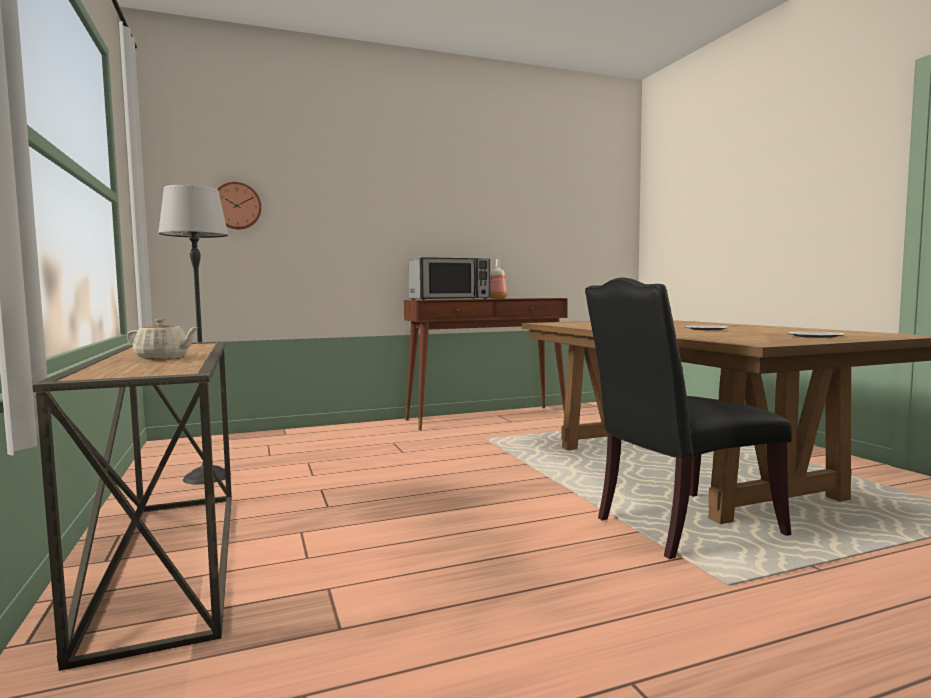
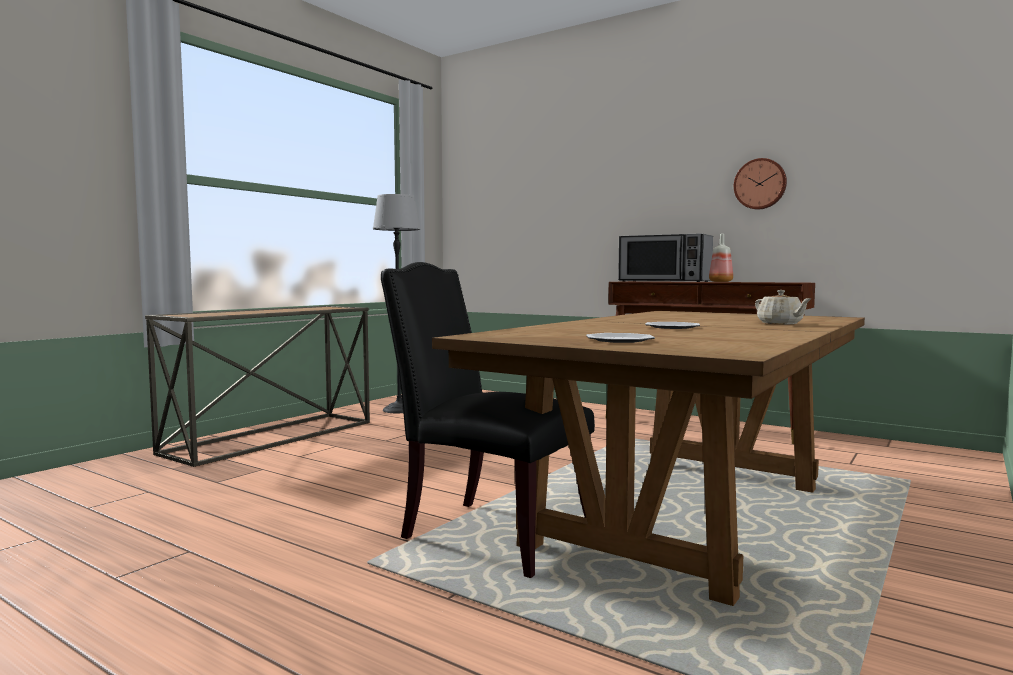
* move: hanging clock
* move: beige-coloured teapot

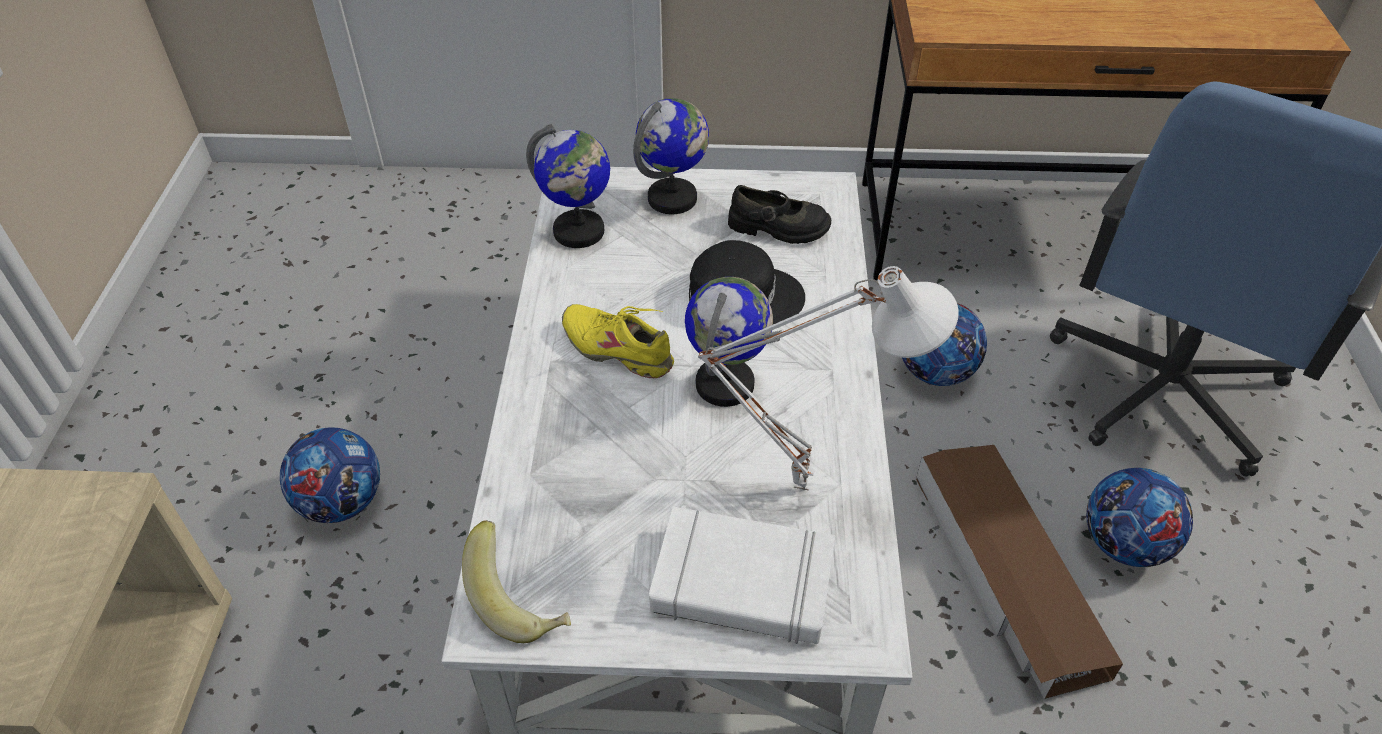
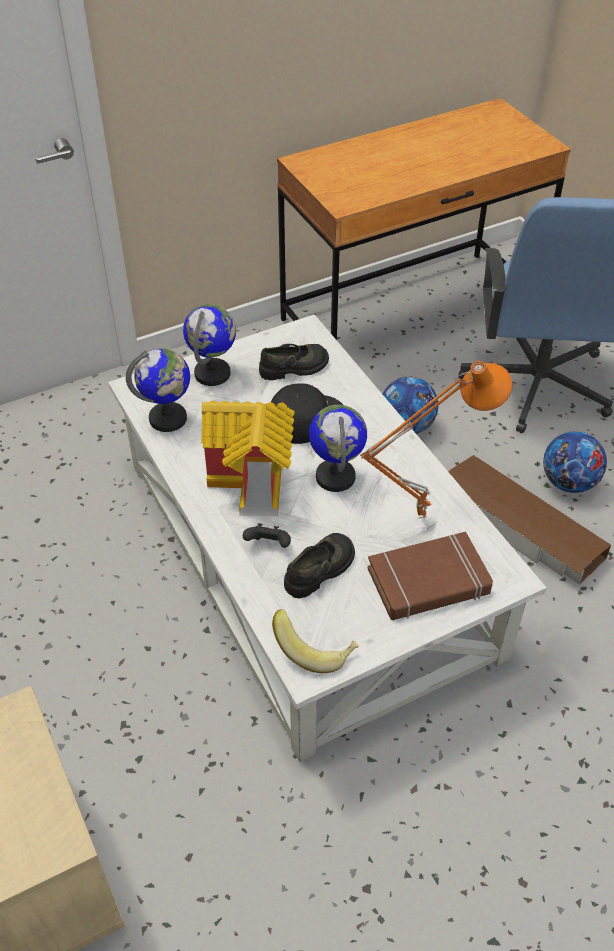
* recolor: whitish lamp for a table to orange lamp for a table
* replace: yellow low shoe to toy house
* delete: football (1st from left)
* recolor: whitish volume to brown-coloured volume
* insert: blackish gamepad
* insert: blackish low shoe (2nd from left)

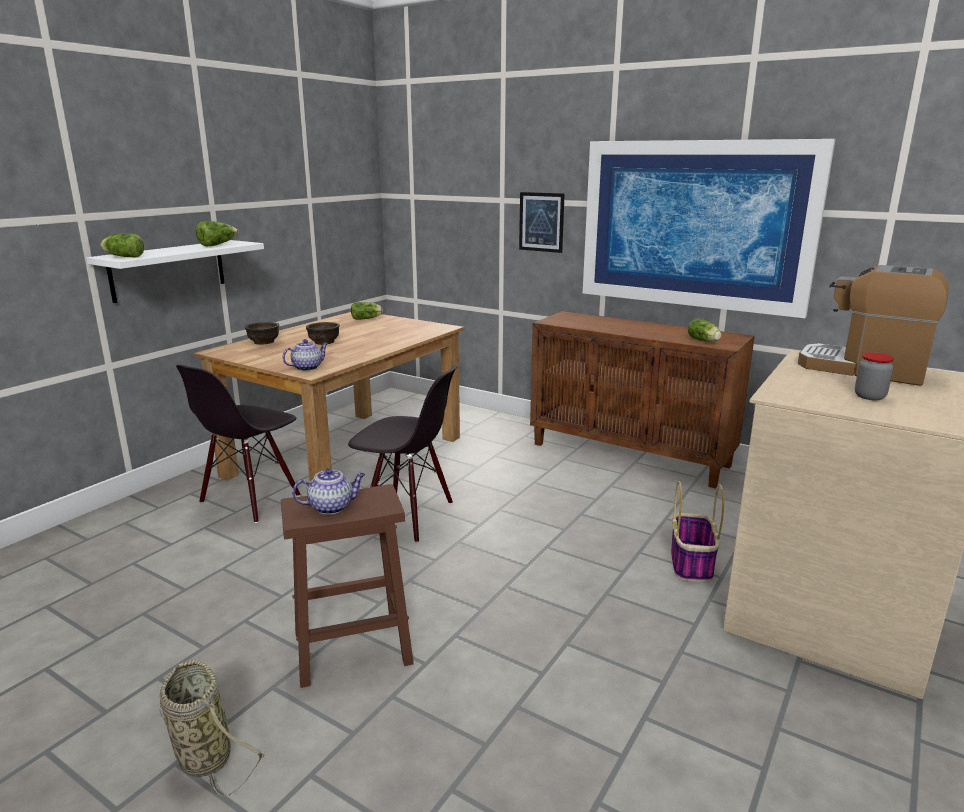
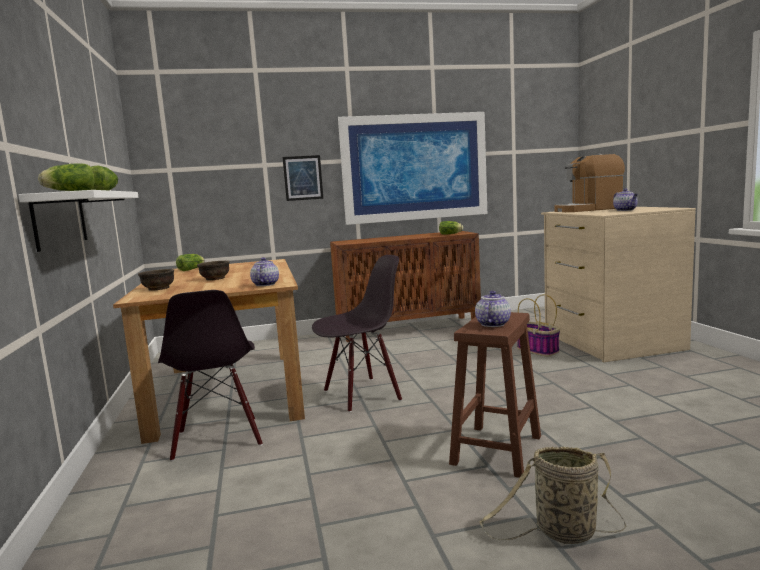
* replace: storage jar to teapot (3rd from left)

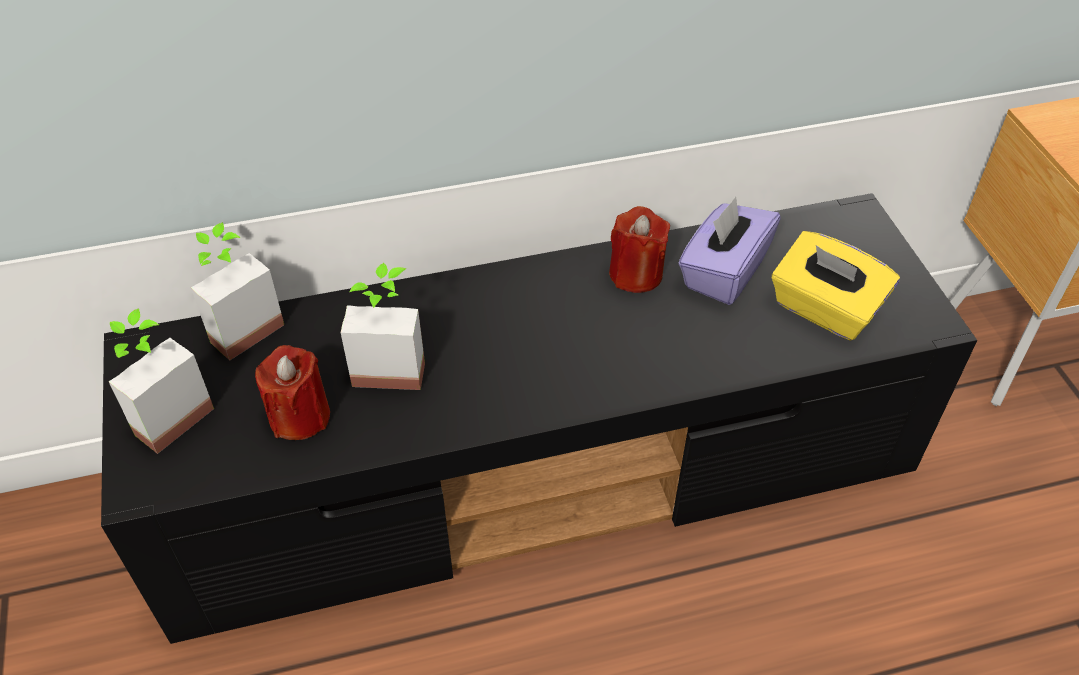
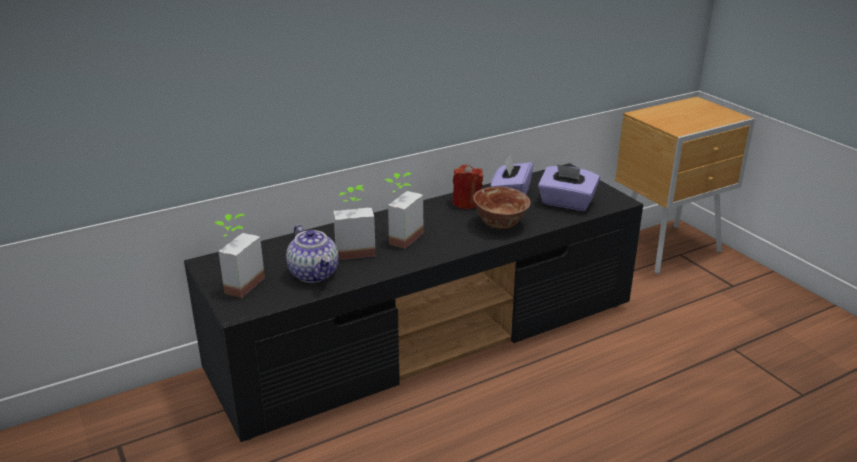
* move: potted plant (2nd from left in the first image) to potted plant (3rd from left)
* recolor: yellow tissue box to purplish tissue box (2nd from left)
* replace: red-coloured wax light (1st from left) to teapot
* insert: bowl

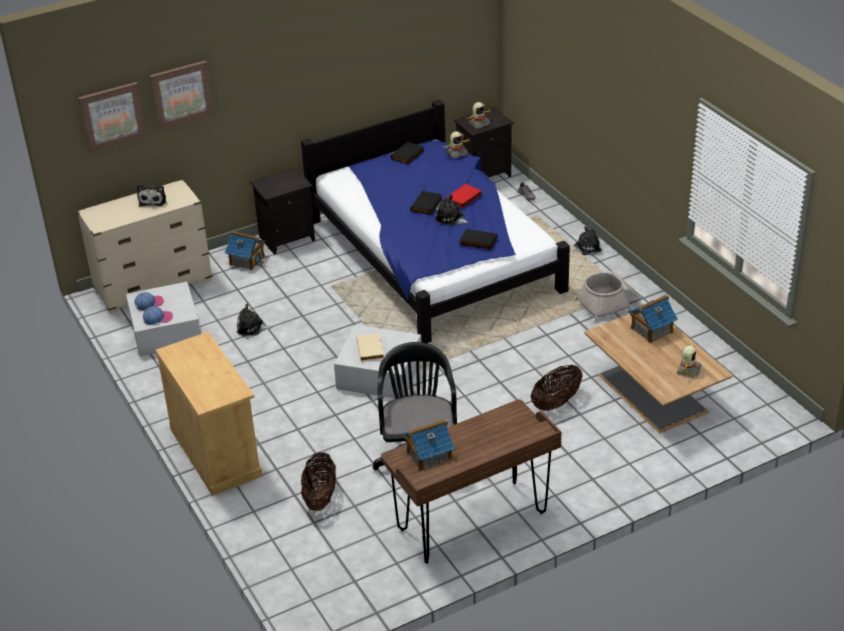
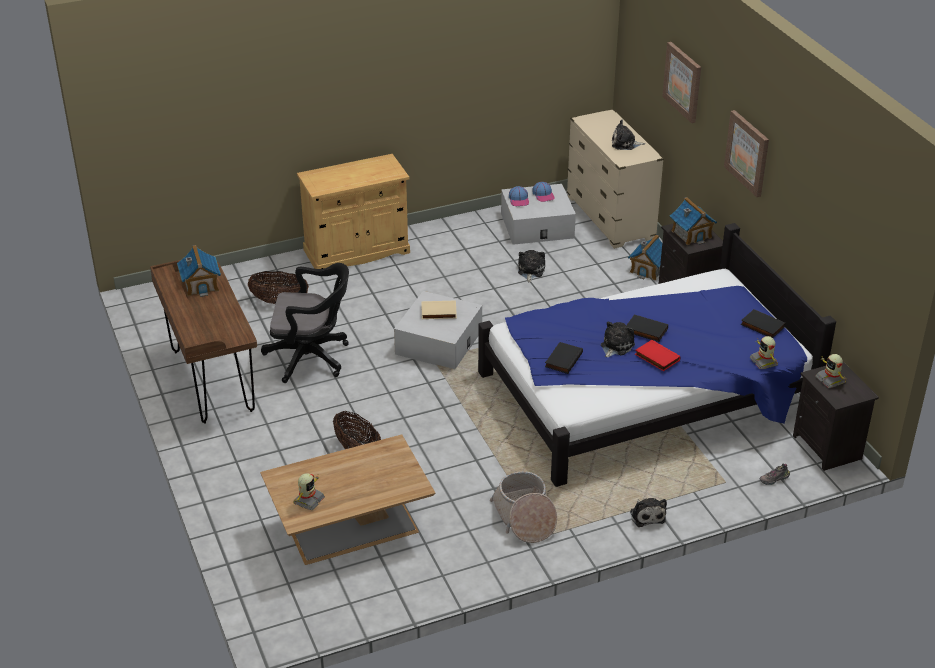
* move: wall picture (1st from left in the first image) to wall picture (2nd from left)
* move: toy house (3rd from left)
* rotate: toy robot (3rd from left in the first image) 90 degrees counterclockwise

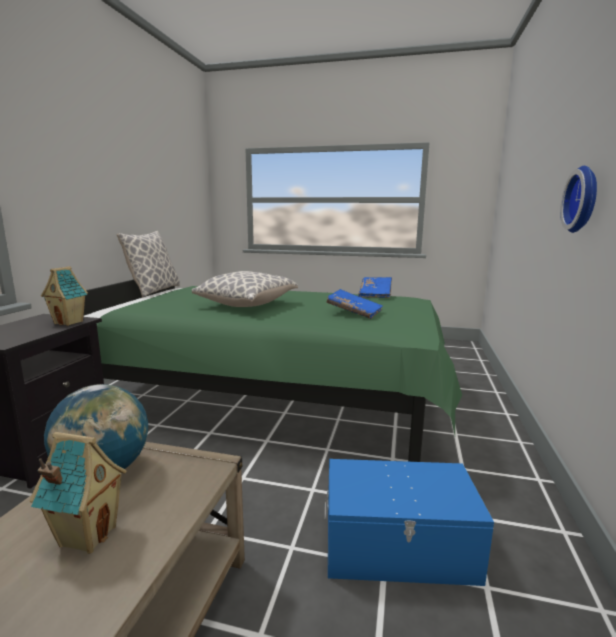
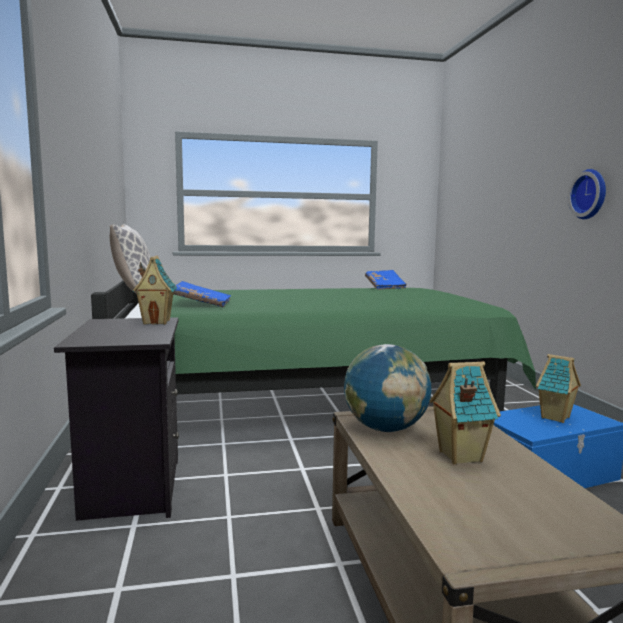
* delete: throw pillow (2nd from left)
* move: blue volume (1st from left)
* insert: toy house (3rd from left)

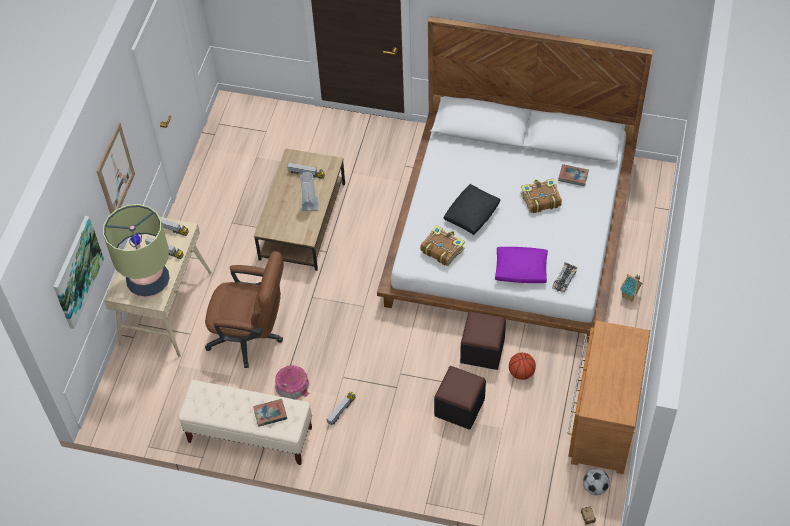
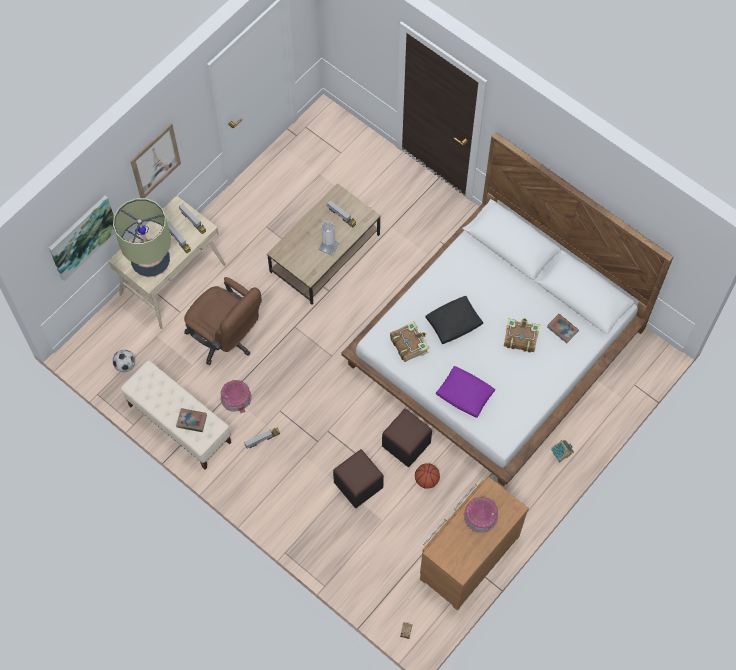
* delete: toy car
* move: football
* insert: toy house (2nd from left)

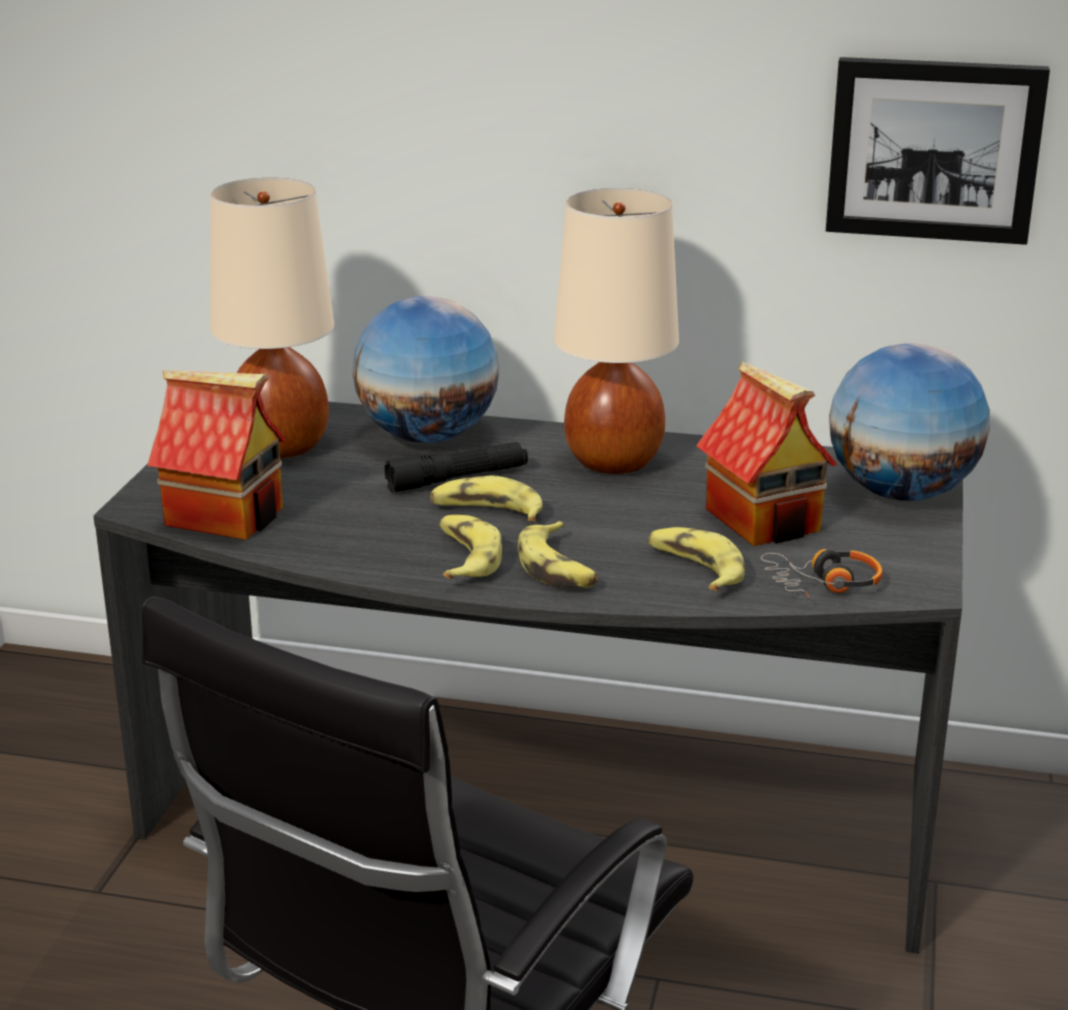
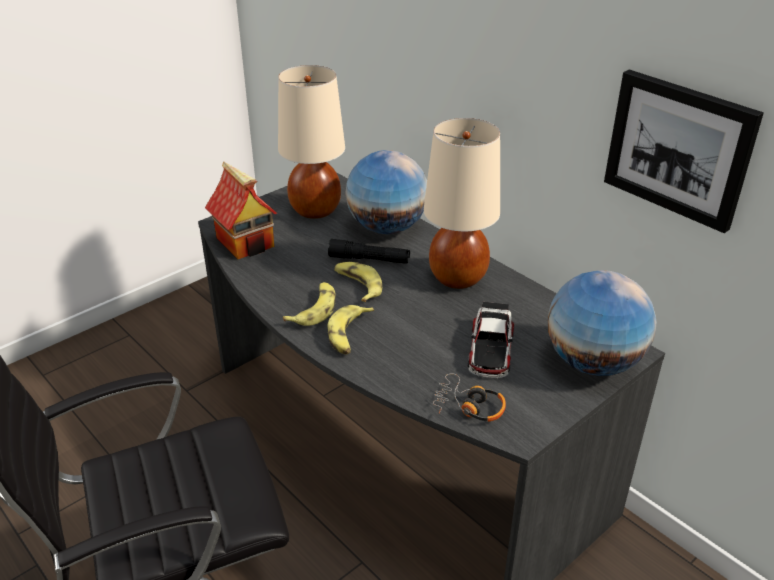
* replace: toy house (2nd from left) to toy car
* delete: banana (4th from left)

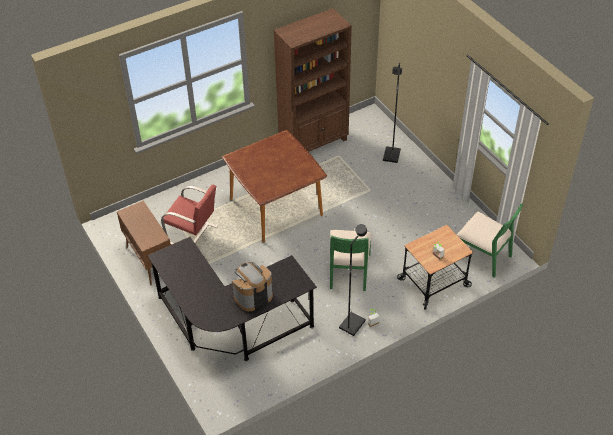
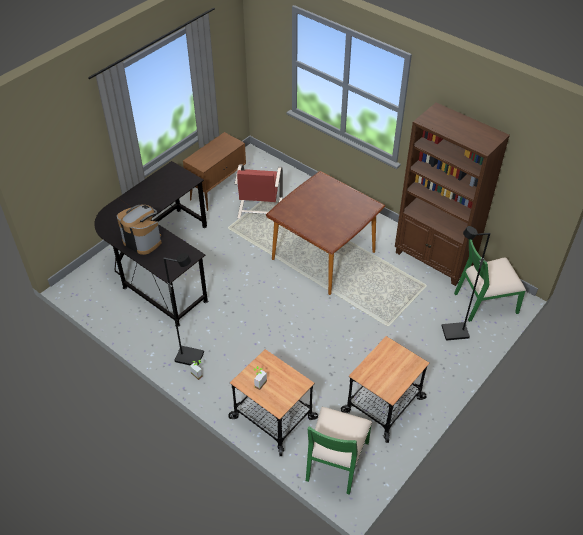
* move: green-coloured plain chair (1st from left in the first image) to green-coloured plain chair (2nd from left)
* insert: trolley (2nd from left)

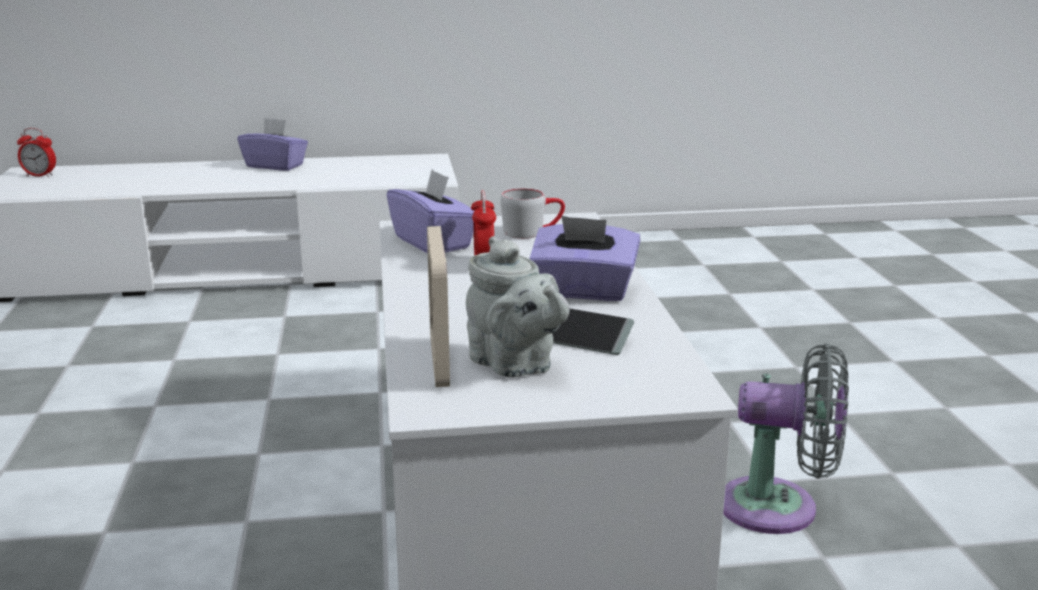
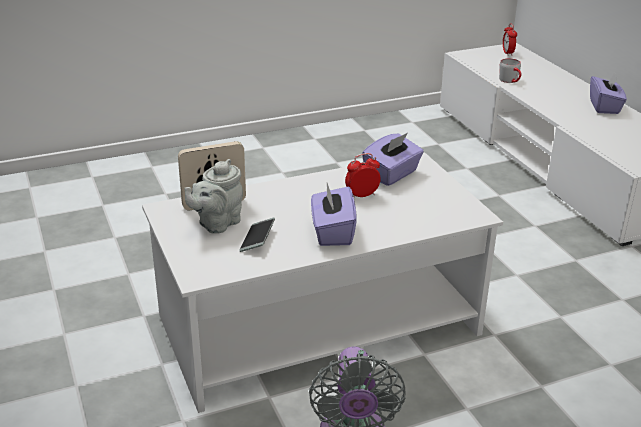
* move: greyish tea mug

